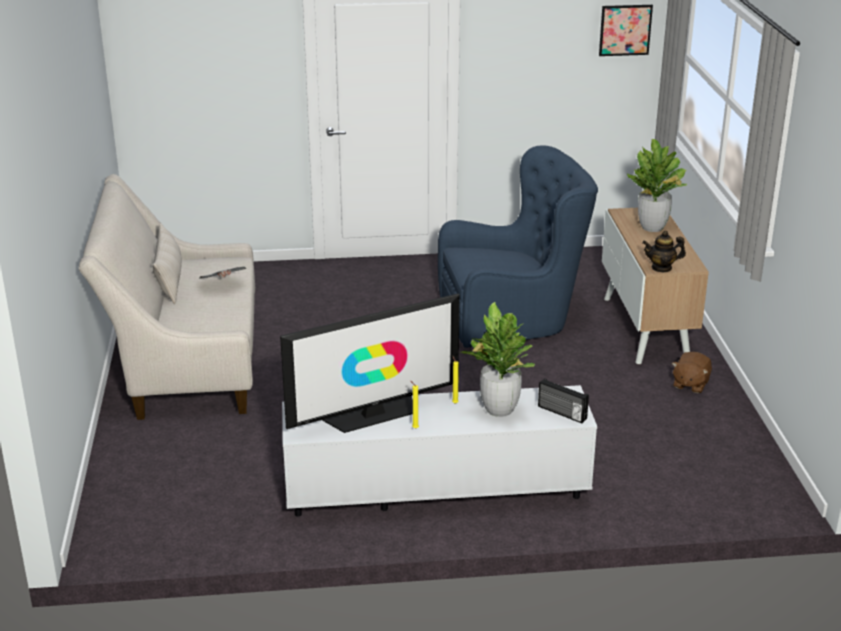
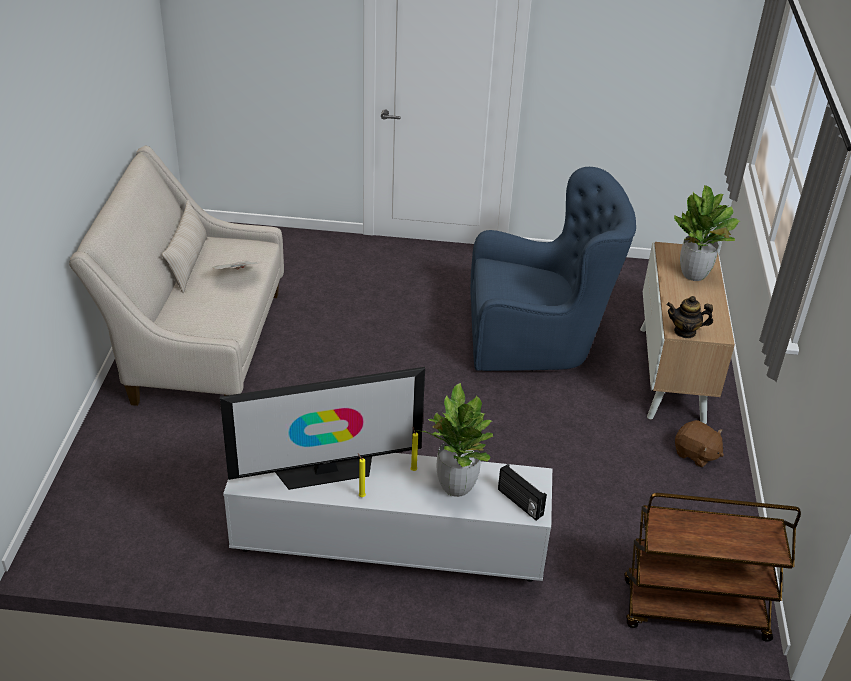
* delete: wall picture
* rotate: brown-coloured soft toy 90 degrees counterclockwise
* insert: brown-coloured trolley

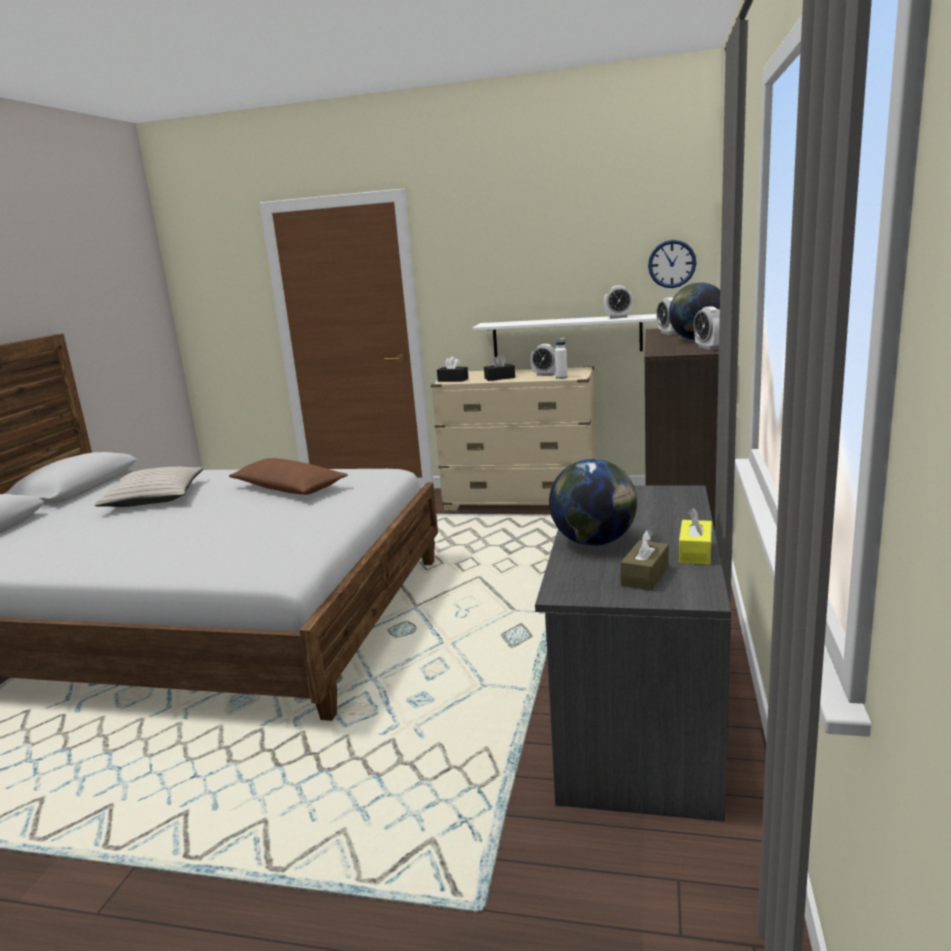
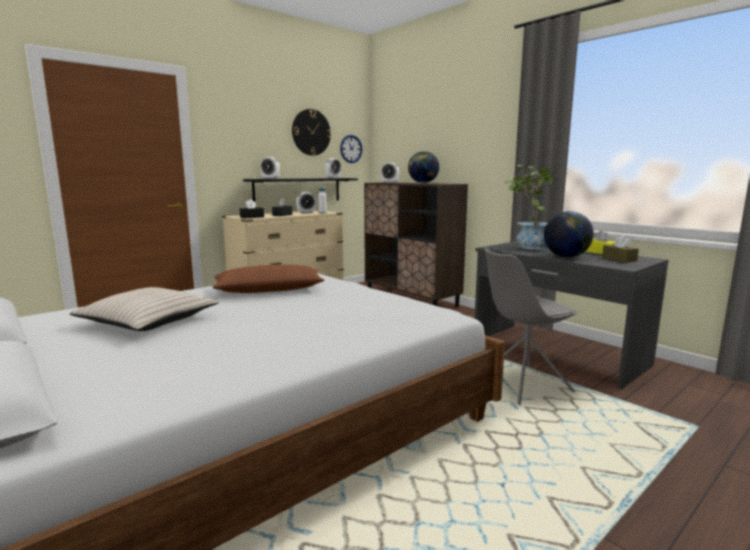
* move: alarm clock (4th from left in the first image) to alarm clock (1st from left)
* recolor: whitish wall shelf to blackish wall shelf
* insert: hanging clock (1st from left)
* insert: potted plant
* insert: greyish plain chair

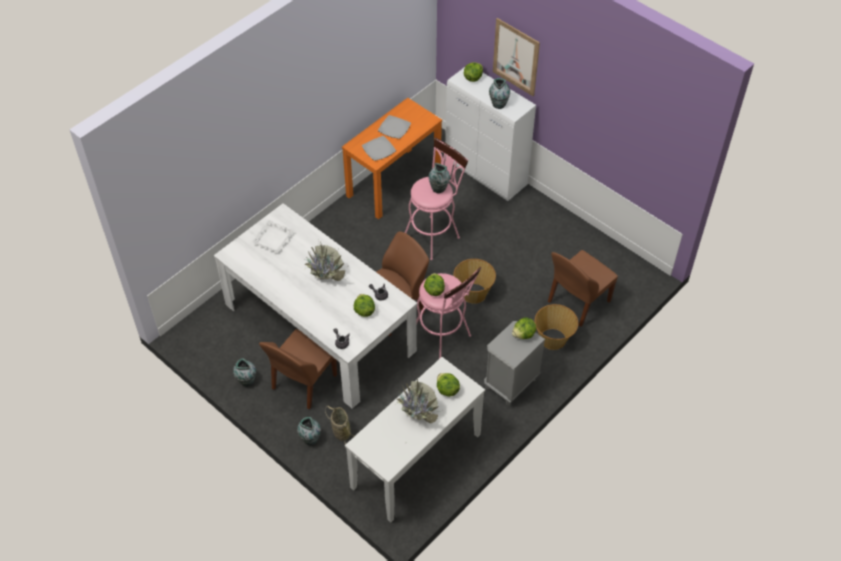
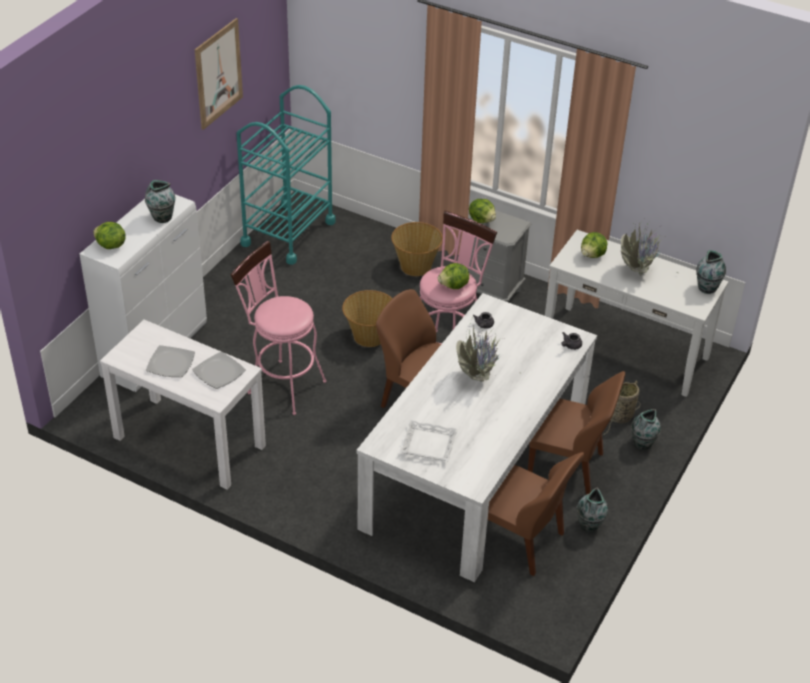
* move: wall picture
* recolor: orange console table to whitish console table (1st from left)
* move: flower vase (3rd from left in the first image) to flower vase (4th from left)
* move: brown-coloured plain chair (3rd from left in the first image) to brown-coloured plain chair (2nd from left)
* delete: head of lettuce (1st from left)
* insert: turquoise-coloured trolley

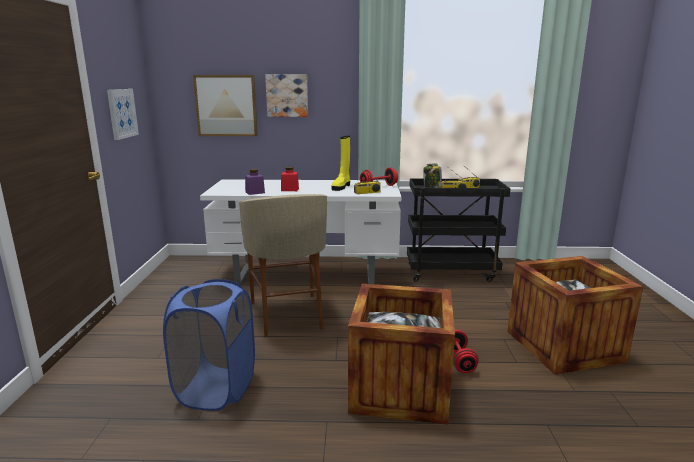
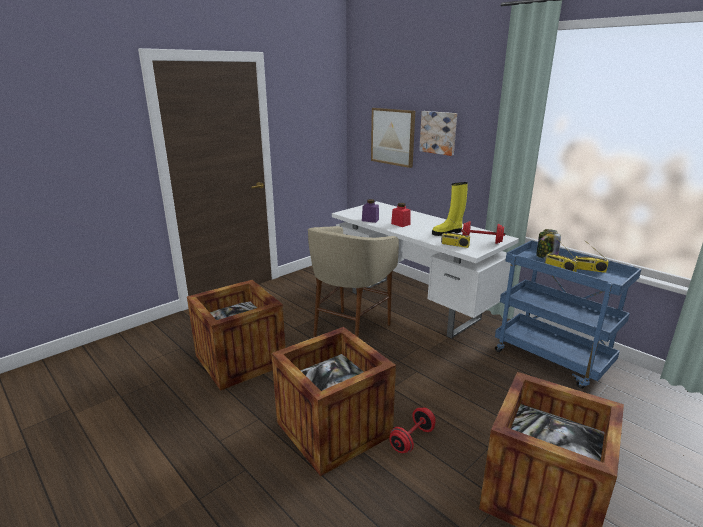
* delete: wall picture (1st from left)
* recolor: blackish trolley to blue trolley
* replace: blue laundry basket to packing crate (1st from left)

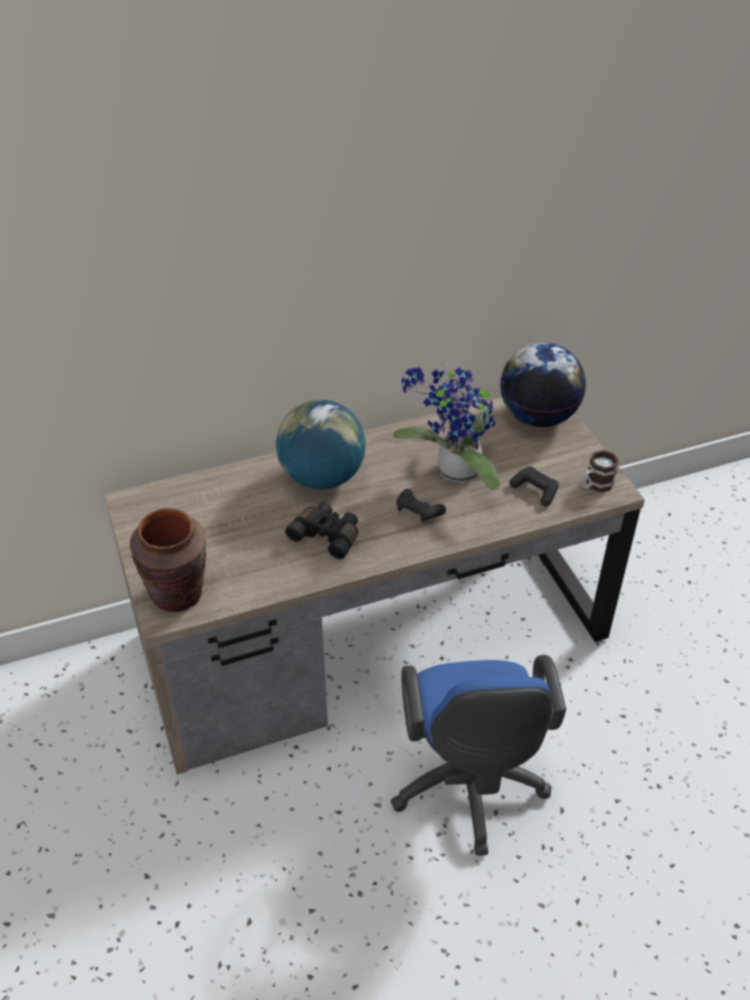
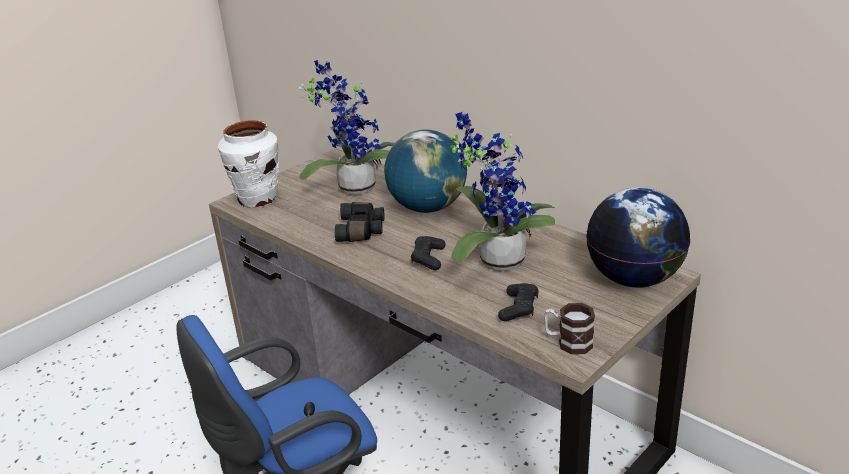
* recolor: brown-coloured flower vase to whitish flower vase
* insert: potted plant (1st from left)

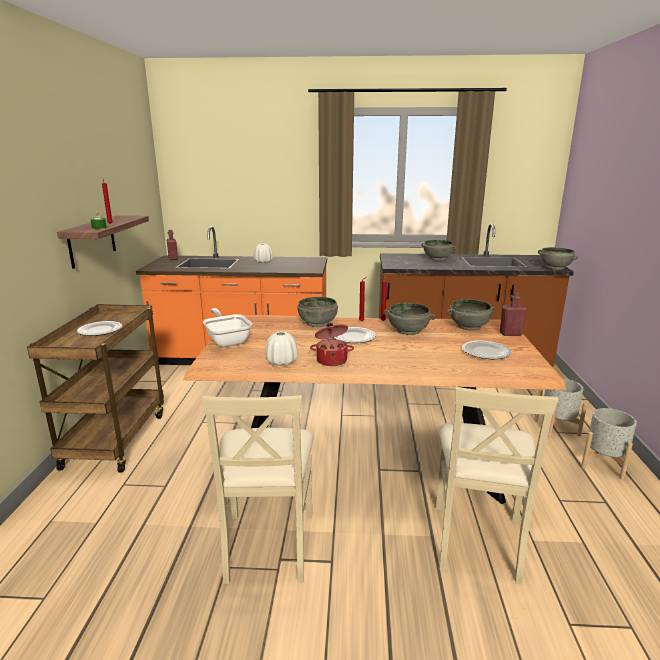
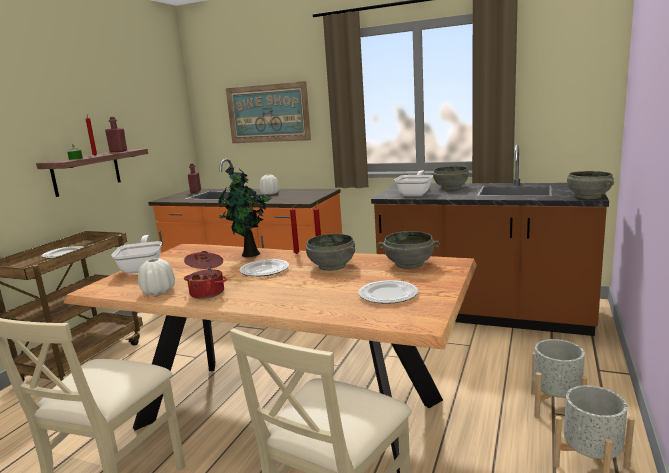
* move: red-coloured bottle (2nd from left in the first image) to red-coloured bottle (1st from left)
* replace: greyish bowl (1st from left) to potted plant
* insert: wall picture
* insert: skillet (2nd from left)

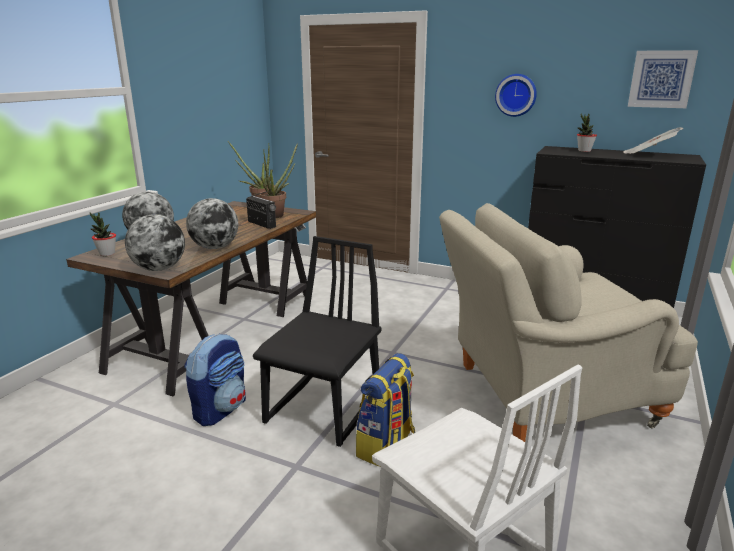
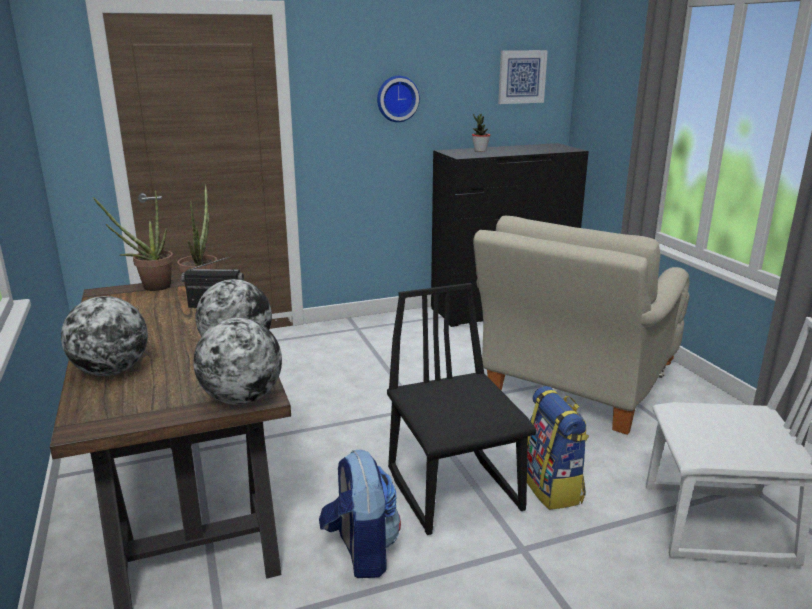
* delete: daily paper
* delete: potted plant (1st from left)

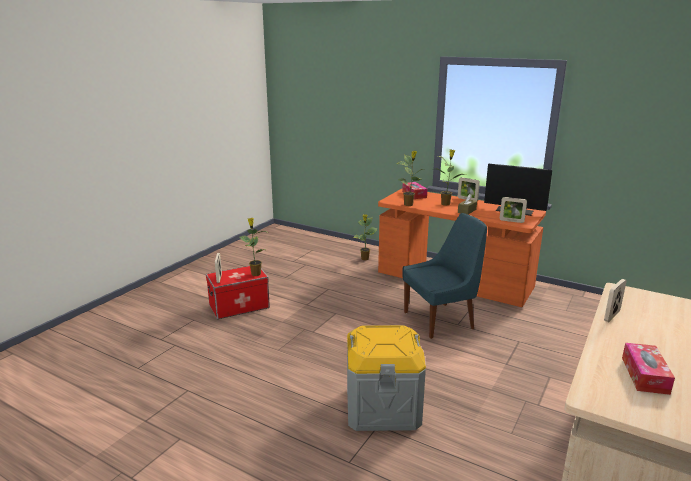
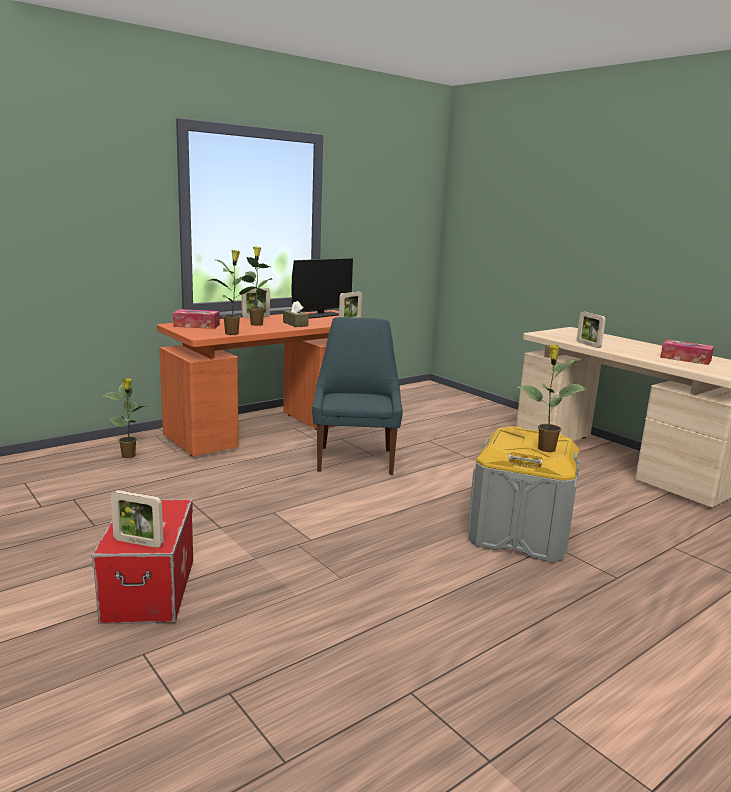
* move: potted plant (1st from left in the first image) to potted plant (4th from left)

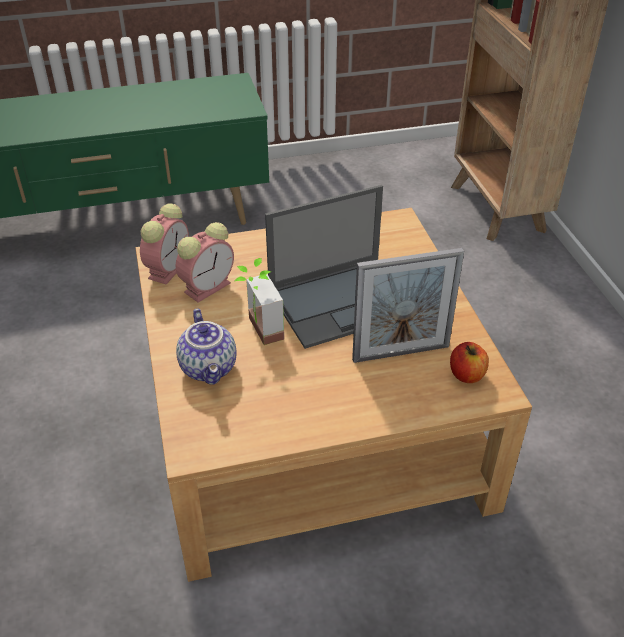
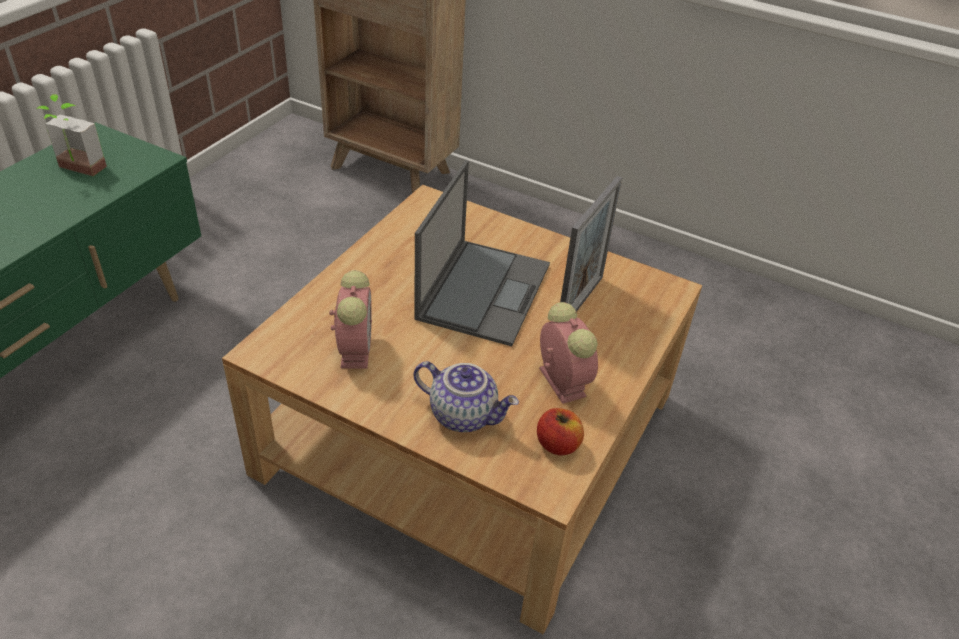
* move: alarm clock (1st from left in the first image) to alarm clock (2nd from left)
* move: potted plant
* move: apple fruit

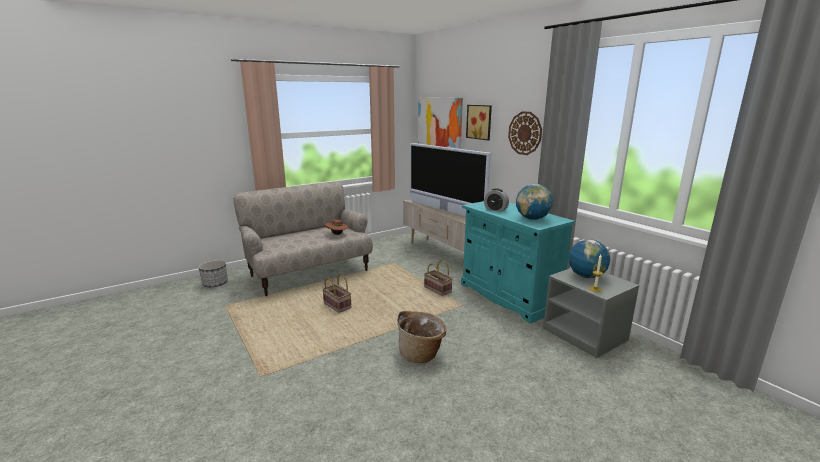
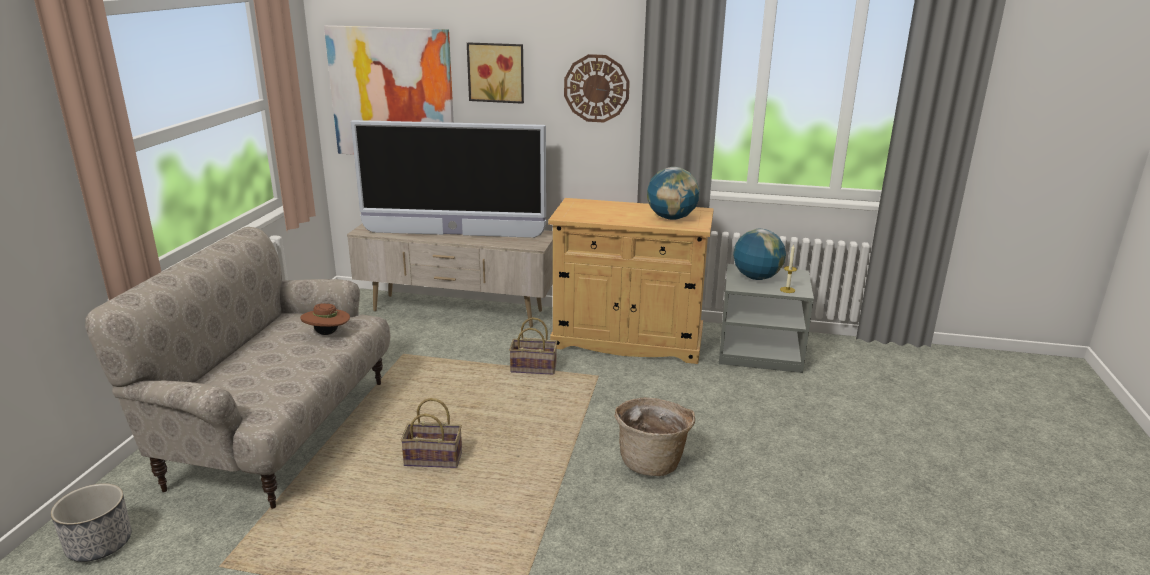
* delete: alarm clock
* recolor: turquoise-coloured cupboard to beige-coloured cupboard

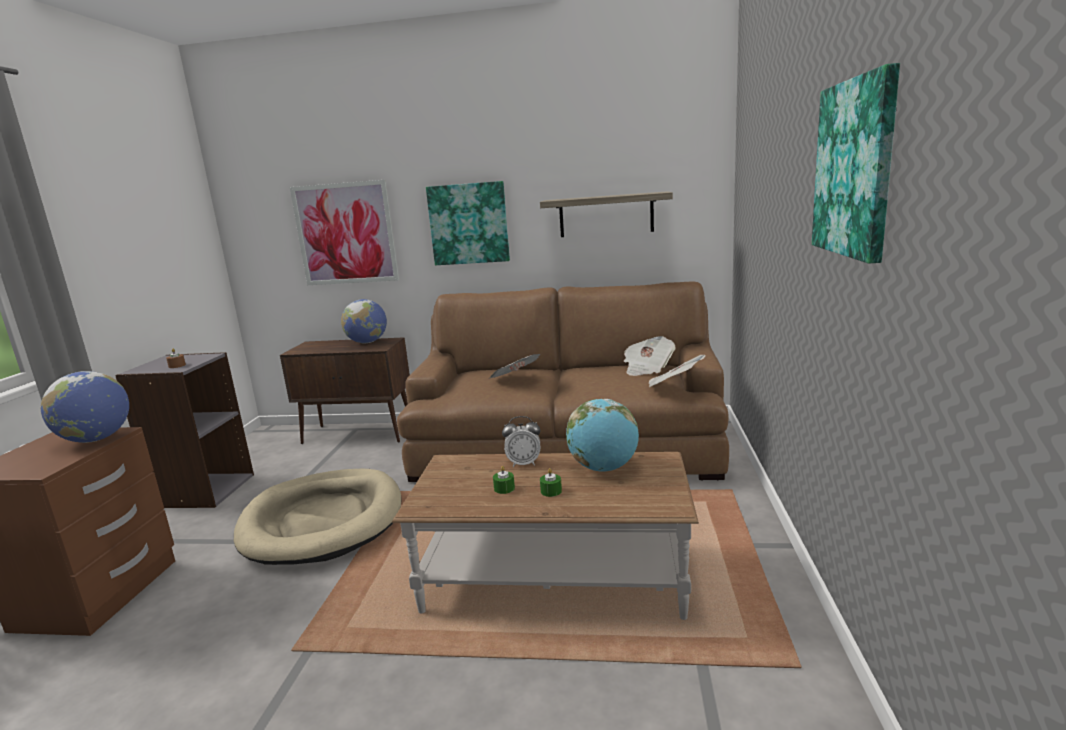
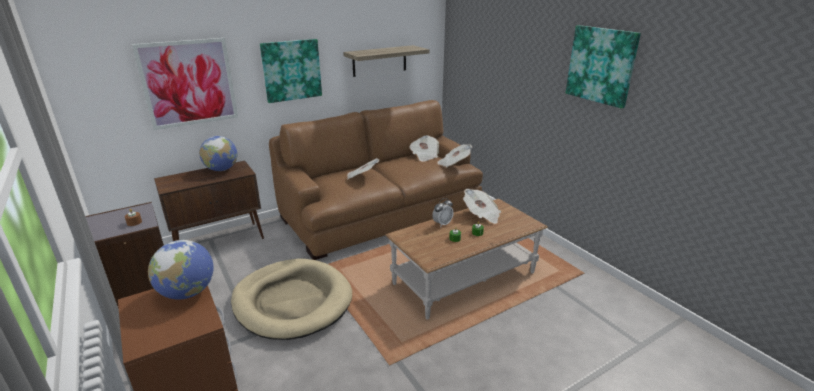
* replace: globe (3rd from left) to daily paper (4th from left)

